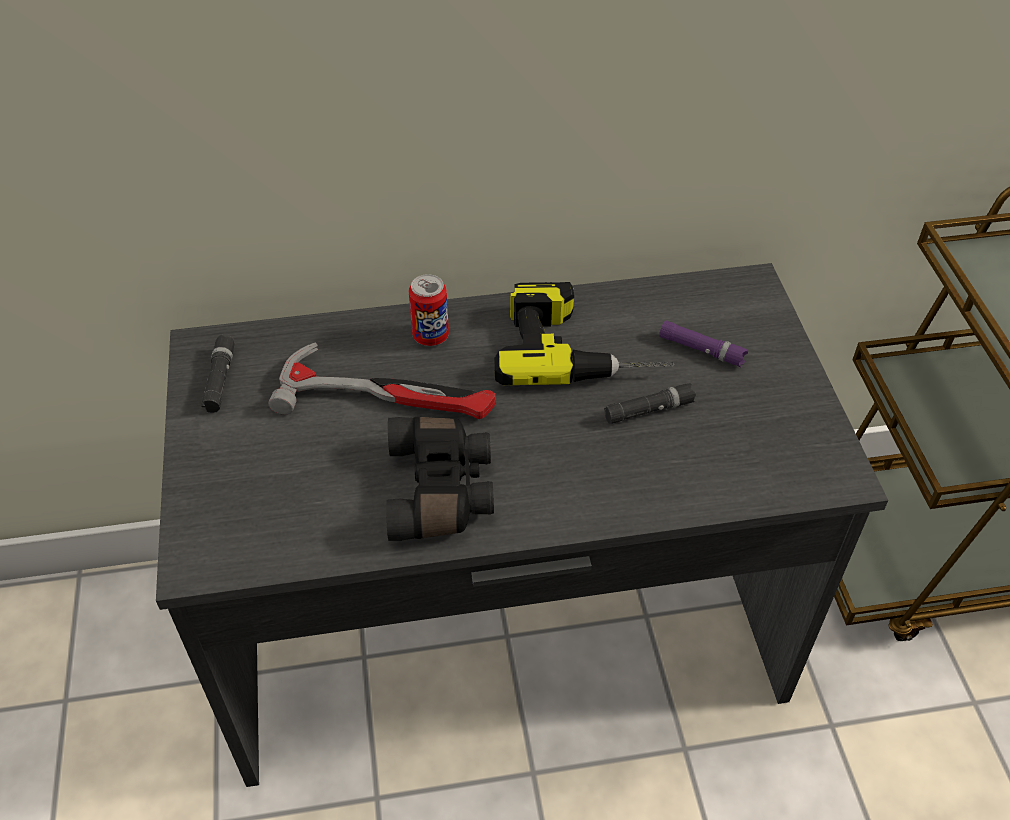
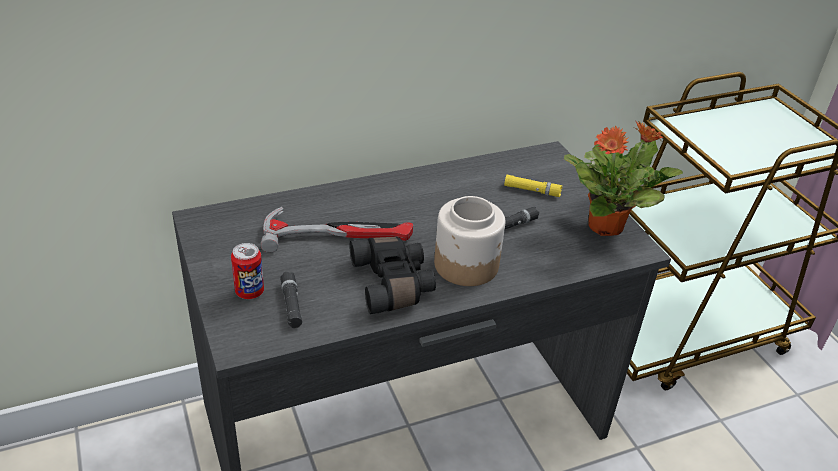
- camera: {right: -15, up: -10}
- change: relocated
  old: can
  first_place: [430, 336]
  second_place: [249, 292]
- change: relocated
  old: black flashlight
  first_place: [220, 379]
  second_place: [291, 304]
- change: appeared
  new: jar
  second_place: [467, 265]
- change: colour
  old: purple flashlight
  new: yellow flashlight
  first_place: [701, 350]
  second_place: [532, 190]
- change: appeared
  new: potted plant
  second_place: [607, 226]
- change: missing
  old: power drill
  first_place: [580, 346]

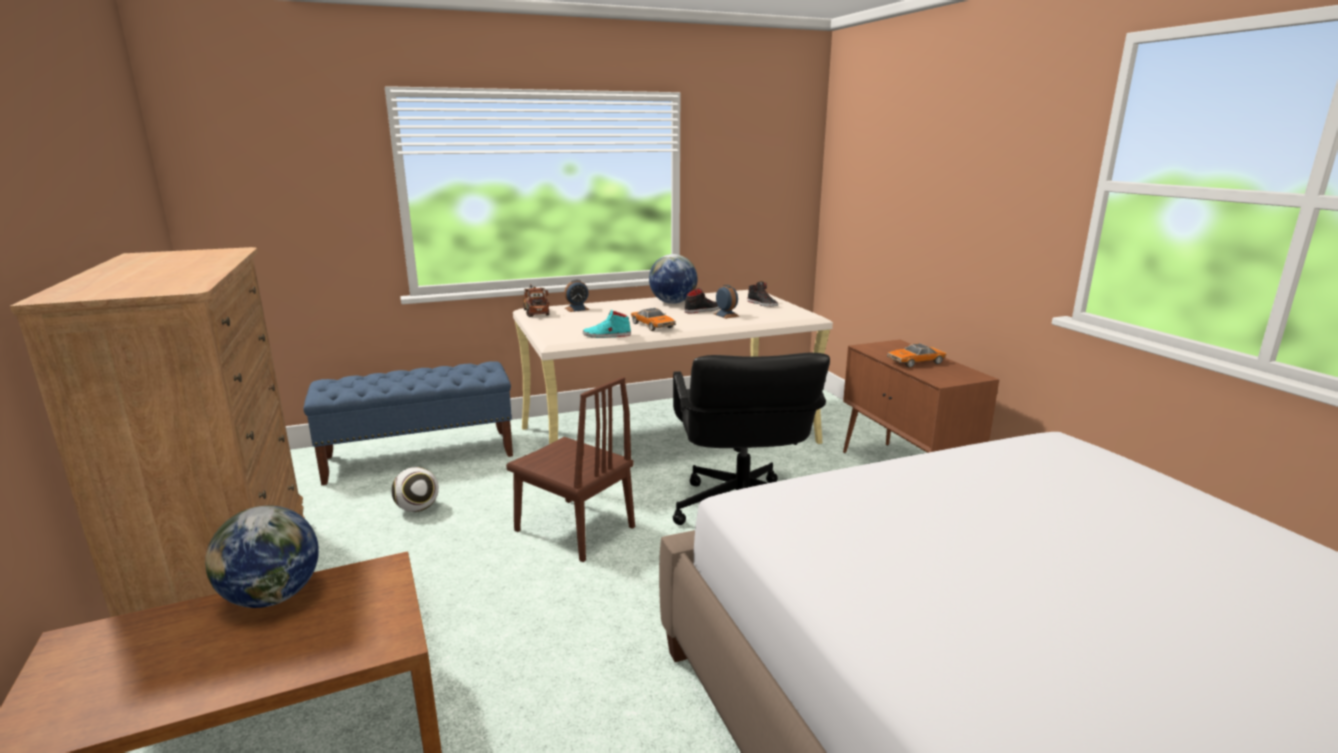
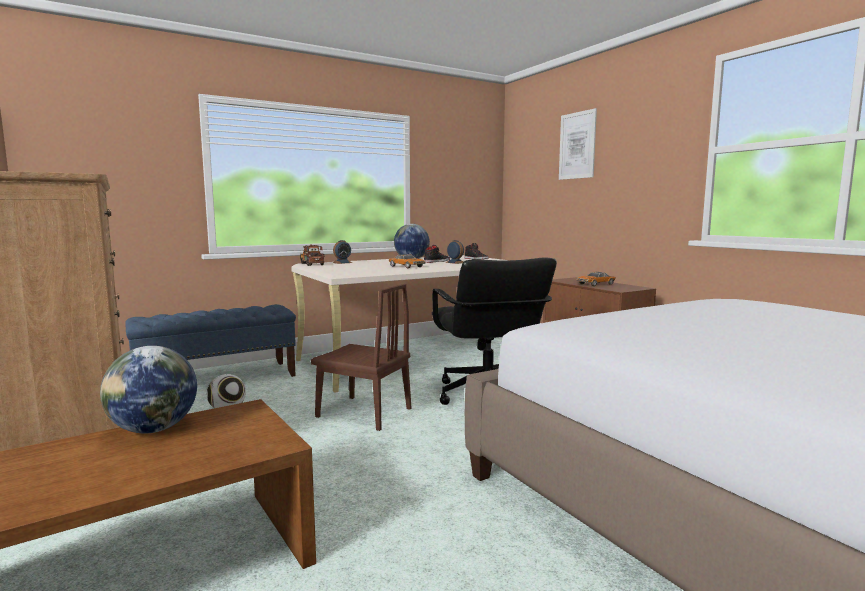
- camera: {right: -10, up: -10}
- change: appeared
  new: picture
  second_place: [577, 145]
- change: missing
  old: turquoise shoe
  first_place: [607, 335]

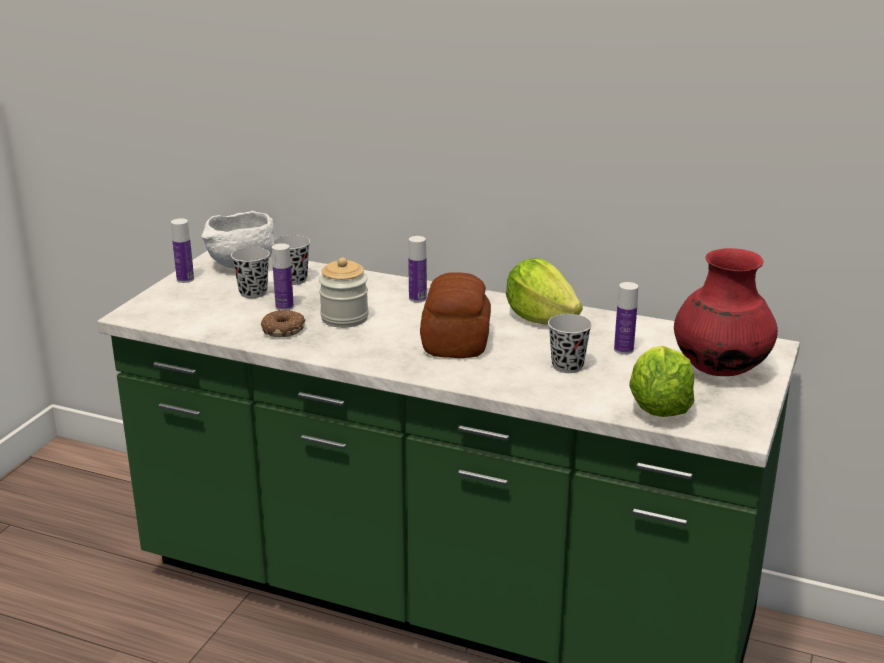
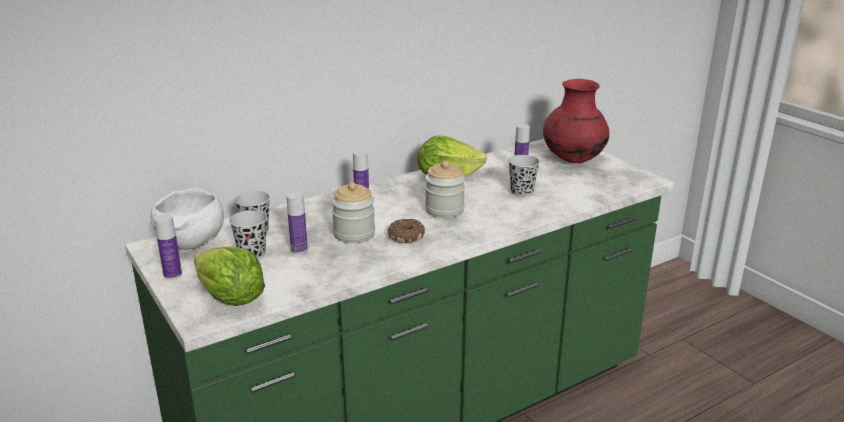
- camera: {right: -55, up: 0}
- change: relocated
  old: lettuce
  first_place: [658, 408]
  second_place: [231, 299]
- change: relocated
  old: donut
  first_place: [283, 330]
  second_place: [405, 236]
- change: exchanged
  old: bread
  new: jar
  first_place: [457, 340]
  second_place: [444, 210]

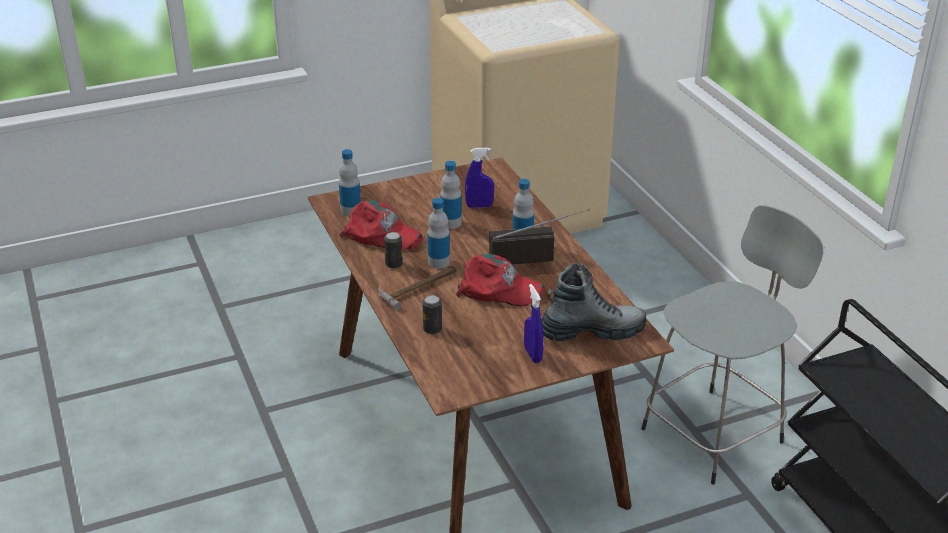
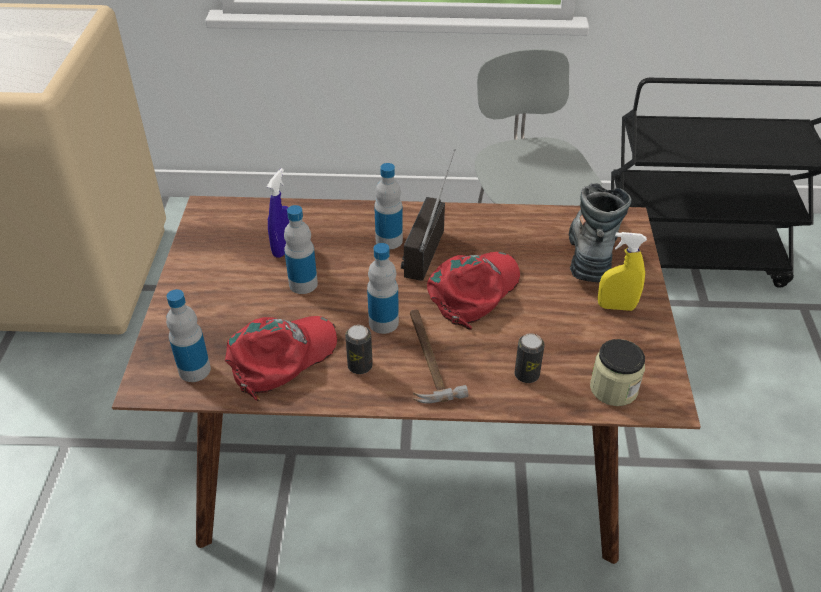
- camera: {right: -65, up: 10}
- change: appeared
  new: jar
  second_place: [613, 388]
- change: colour
  old: blue spray bottle
  new: yellow spray bottle
  first_place: [533, 355]
  second_place: [616, 306]

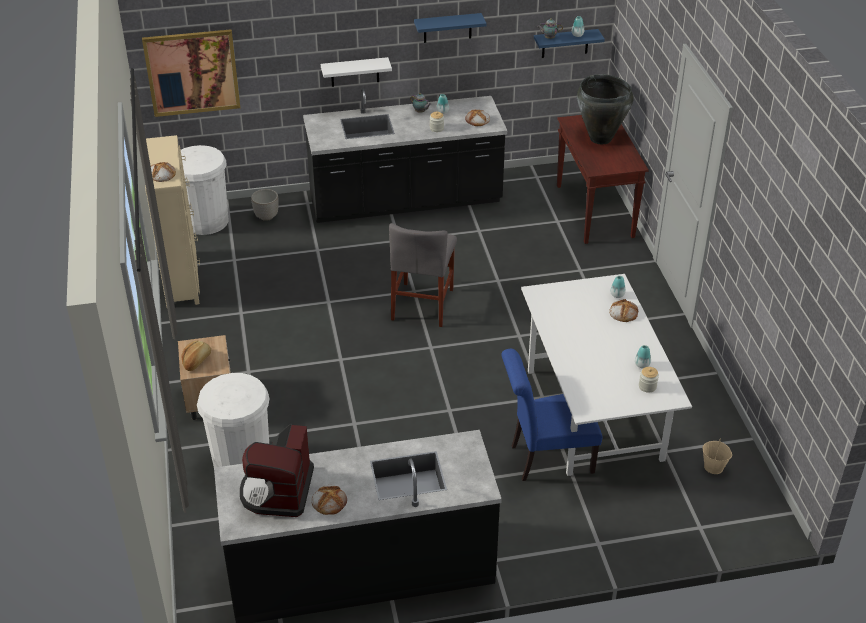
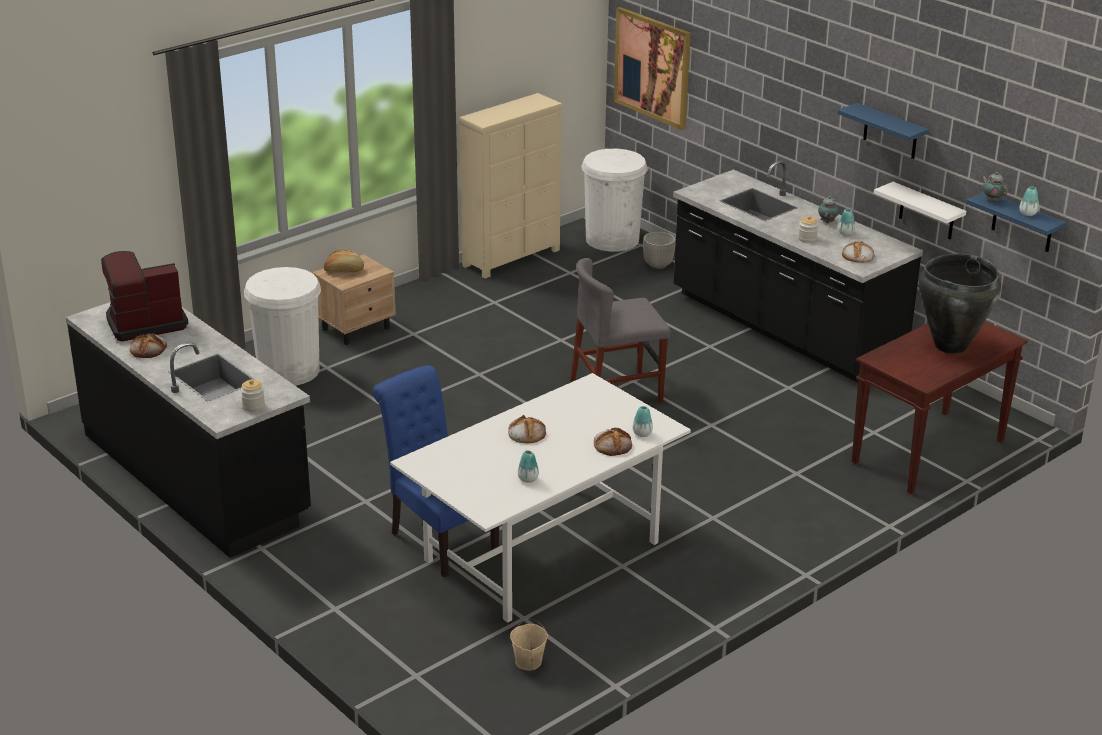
- camera: {right: 60, up: -10}
- change: relocated
  old: jar
  first_place: [647, 386]
  second_place: [253, 406]
- change: relocated
  old: bread
  first_place: [161, 174]
  second_place: [526, 433]
- change: relocated
  old: white shelf
  first_place: [355, 72]
  second_place: [927, 212]

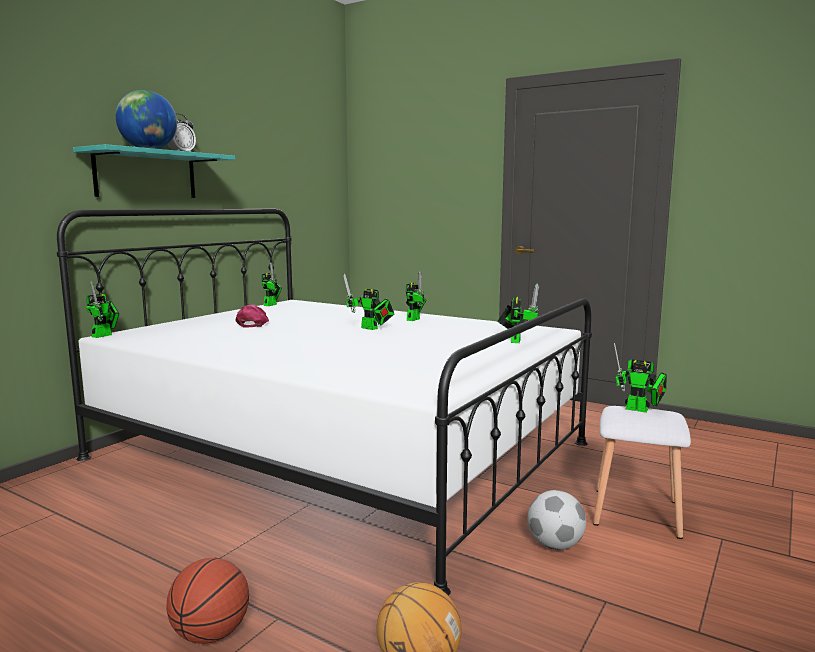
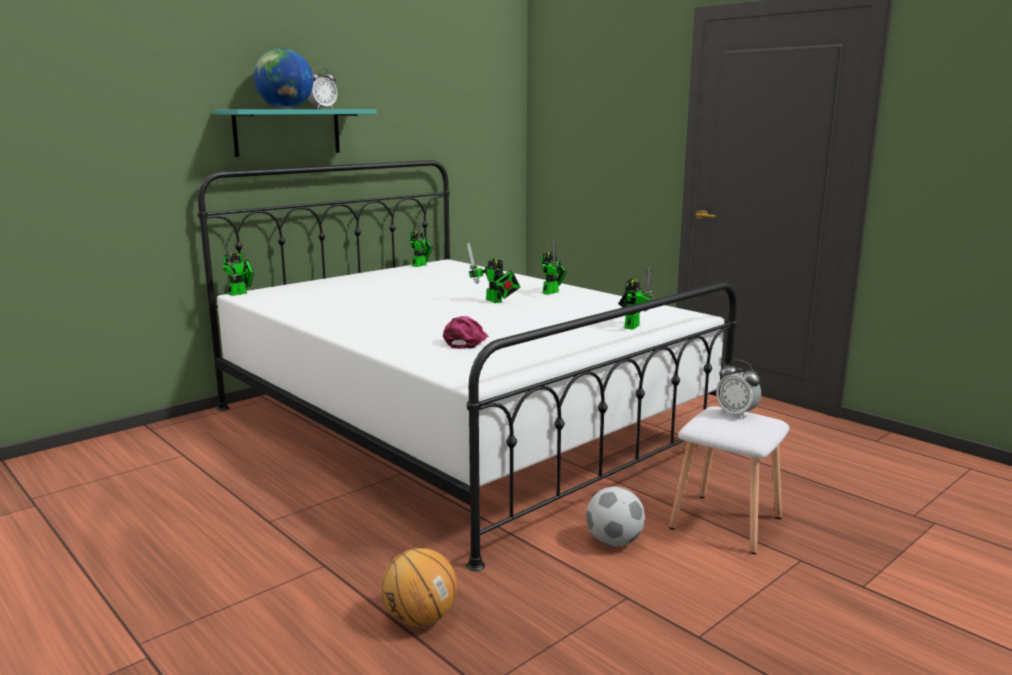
- camera: {right: 15, up: 5}
- change: relocated
  old: pink cap
  first_place: [254, 324]
  second_place: [466, 341]
- change: exchanged
  old: toy robot
  new: alarm clock
  first_place: [640, 410]
  second_place: [736, 414]
- change: missing
  old: basketball
  first_place: [211, 634]

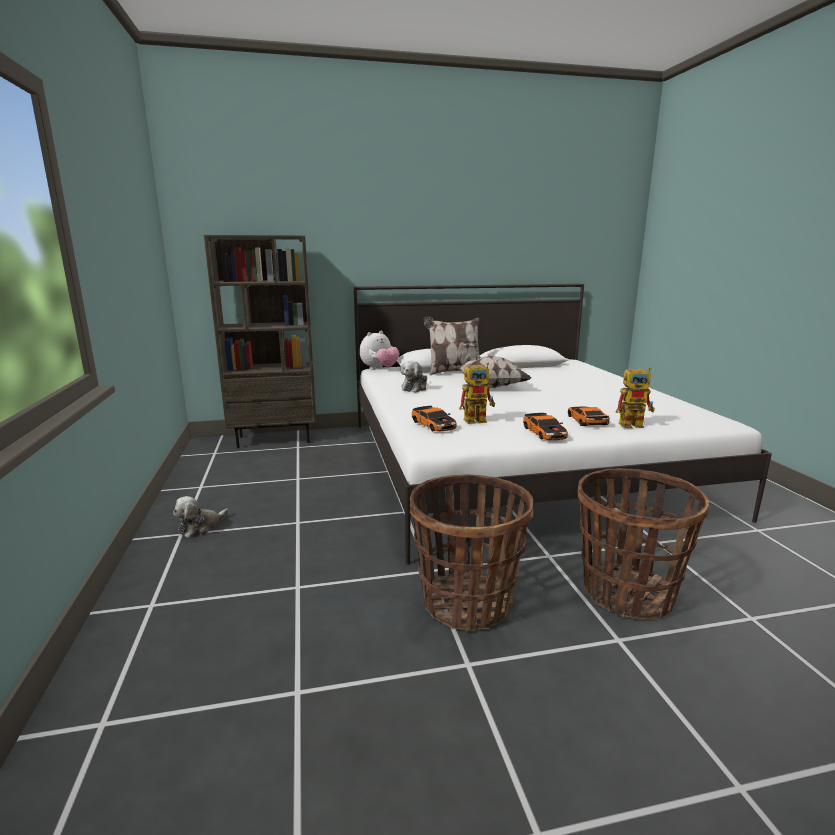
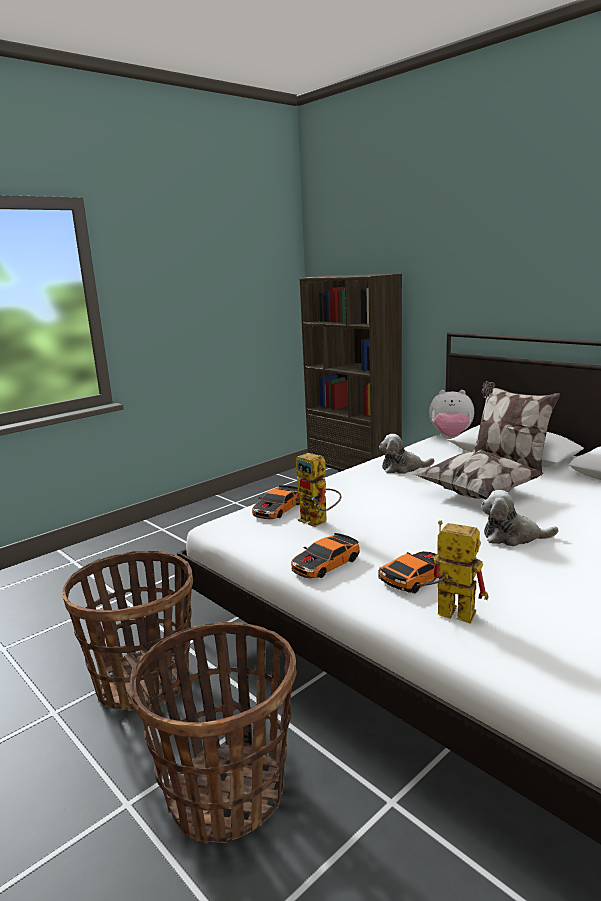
- camera: {right: 60, up: 0}
- change: spun
  old: toy robot
  first_place: [635, 424]
  second_place: [447, 613]
  degrees: 150
- change: relocated
  old: plush toy
  first_place: [200, 527]
  second_place: [512, 537]

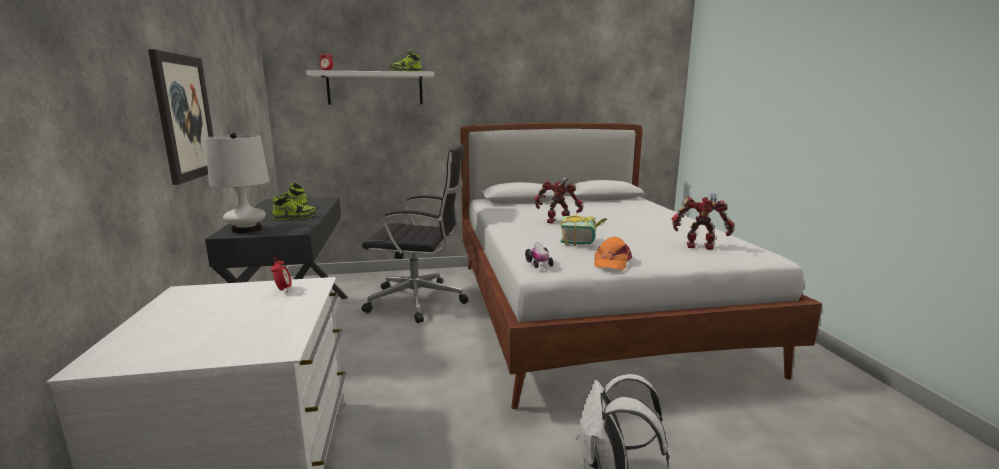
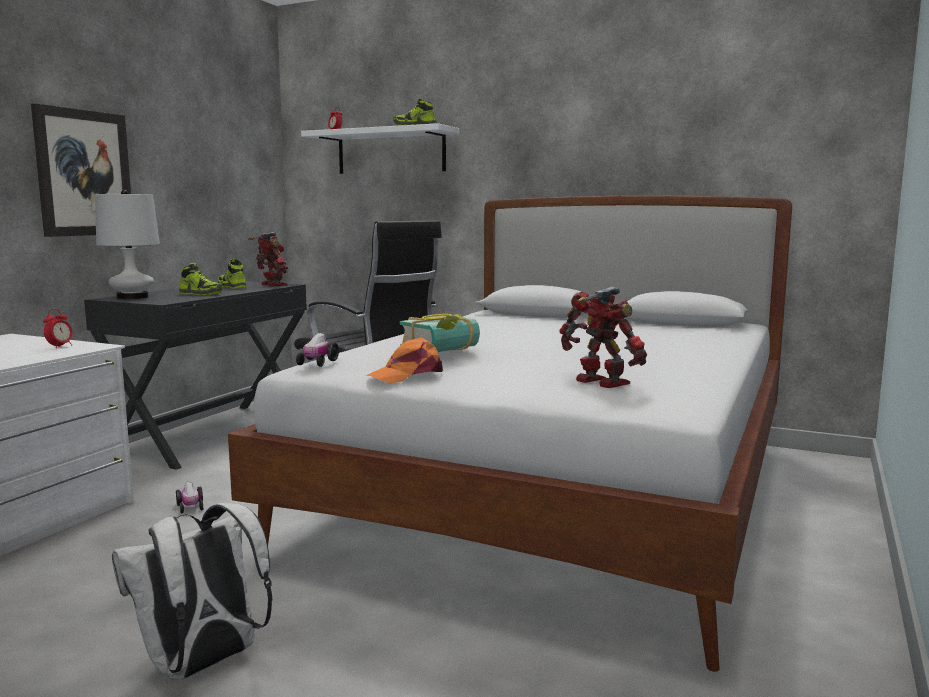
- camera: {right: 35, up: -5}
- change: appeared
  new: toy car
  second_place: [190, 507]
- change: relocated
  old: toy robot
  first_place: [558, 222]
  second_place: [272, 285]

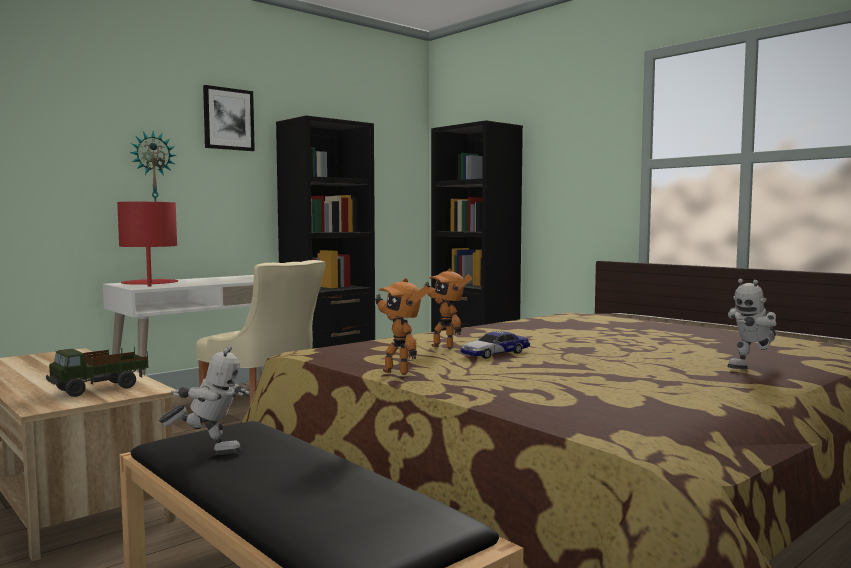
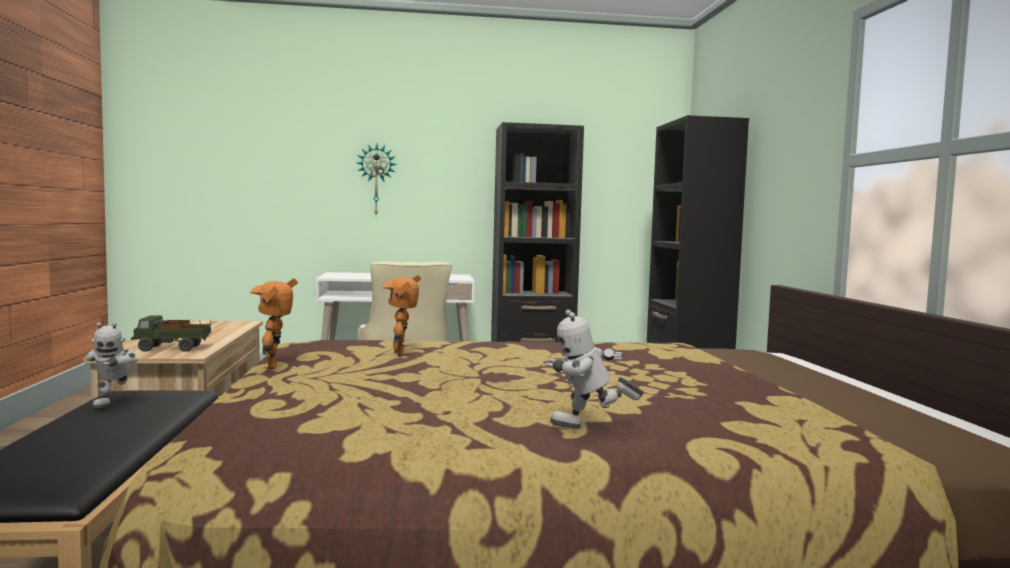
- camera: {right: 35, up: 0}
- change: spun
  old: toy robot
  first_place: [209, 451]
  second_place: [114, 404]
  degrees: 45
- change: missing
  old: red table lamp
  first_place: [149, 284]
- change: missing
  old: picture
  first_place: [228, 119]
- change: missing
  old: toy car
  first_place: [495, 354]

